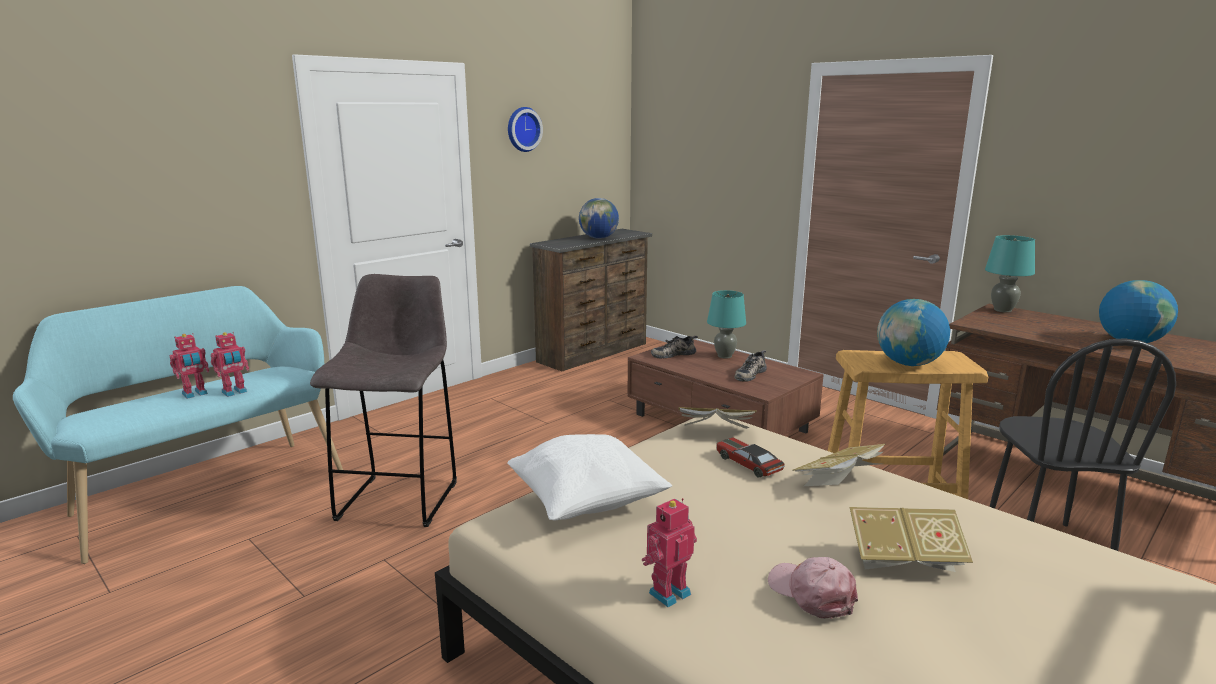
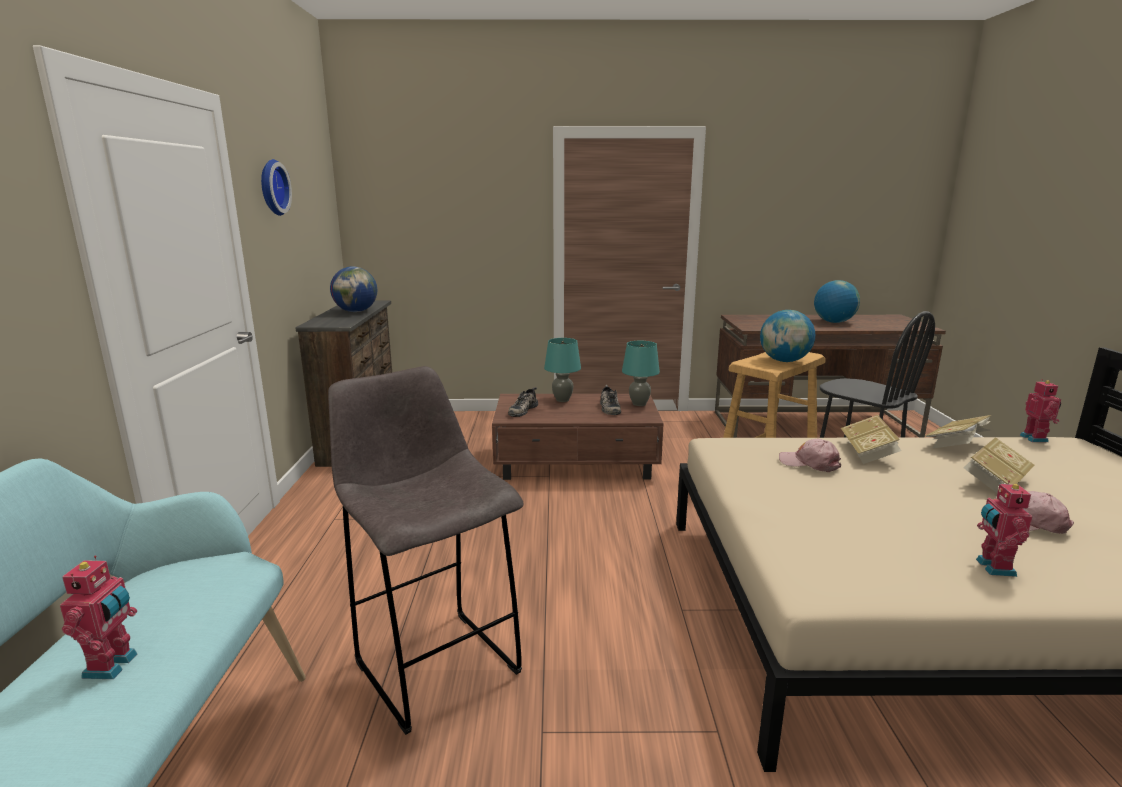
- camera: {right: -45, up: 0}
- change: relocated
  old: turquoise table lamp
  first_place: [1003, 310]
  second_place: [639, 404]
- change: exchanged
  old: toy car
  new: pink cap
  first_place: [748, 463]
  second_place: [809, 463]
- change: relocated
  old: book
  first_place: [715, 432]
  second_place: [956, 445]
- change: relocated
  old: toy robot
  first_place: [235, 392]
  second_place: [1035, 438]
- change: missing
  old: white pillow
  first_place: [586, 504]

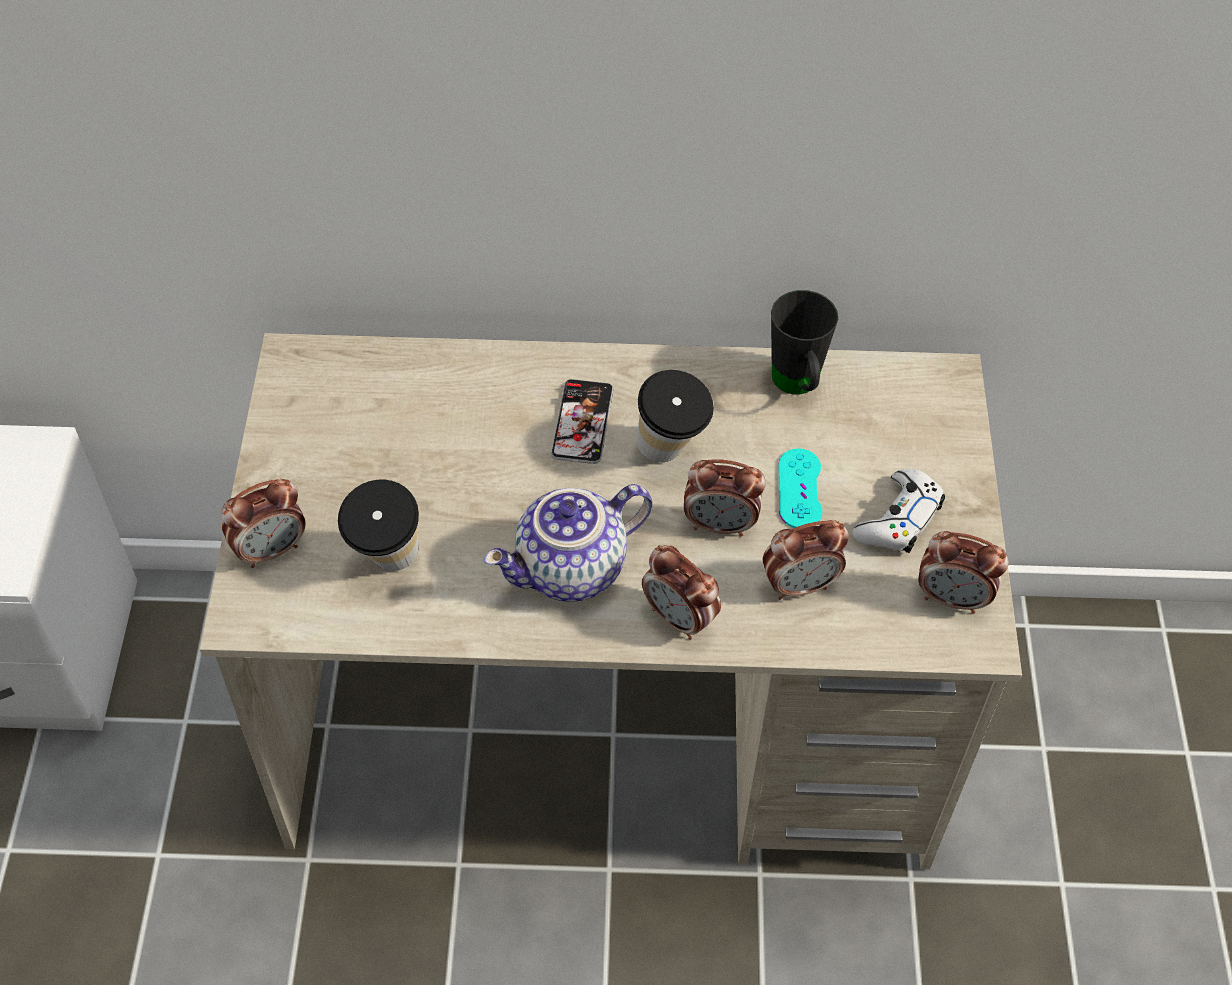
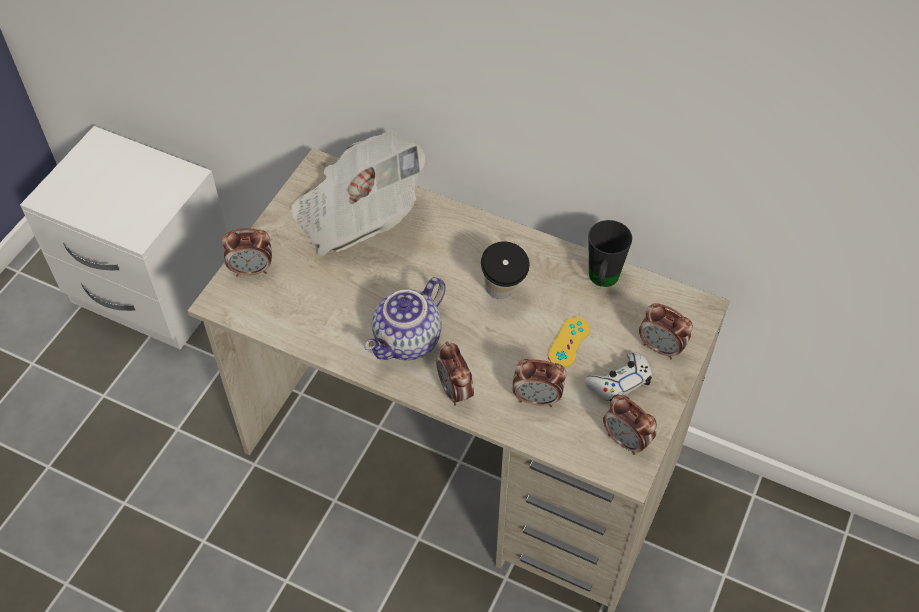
- camera: {right: 25, up: 0}
- change: appeared
  new: newspaper
  second_place: [358, 216]
- change: spun
  old: teapot
  first_place: [571, 571]
  second_place: [408, 341]
  degrees: -45
- change: colour
  old: turquoise game controller
  new: yellow game controller
  first_place: [800, 489]
  second_place: [569, 342]
- change: relocated
  old: alarm clock
  first_place: [720, 524]
  second_place: [661, 348]
- change: missing
  old: cup
  first_place: [388, 565]
- change: missing
  old: phone
  first_place: [582, 422]

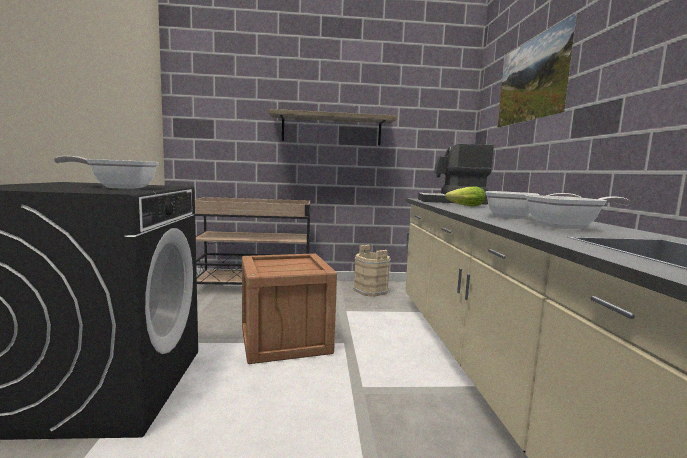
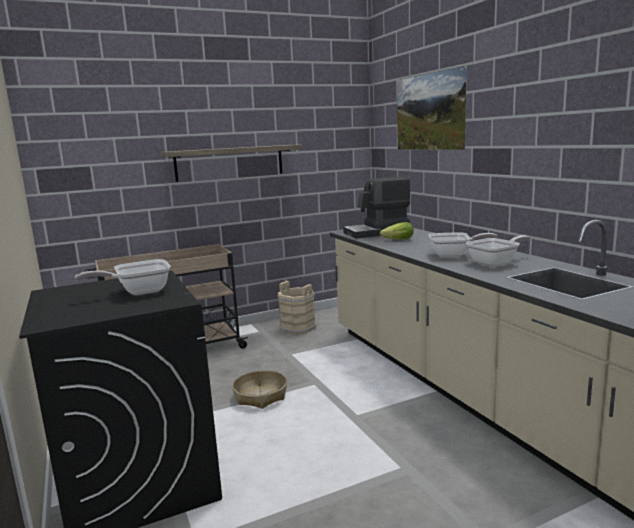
- camera: {right: -20, up: 5}
- change: exchanged
  old: crate
  new: basket
  first_place: [285, 340]
  second_place: [260, 396]

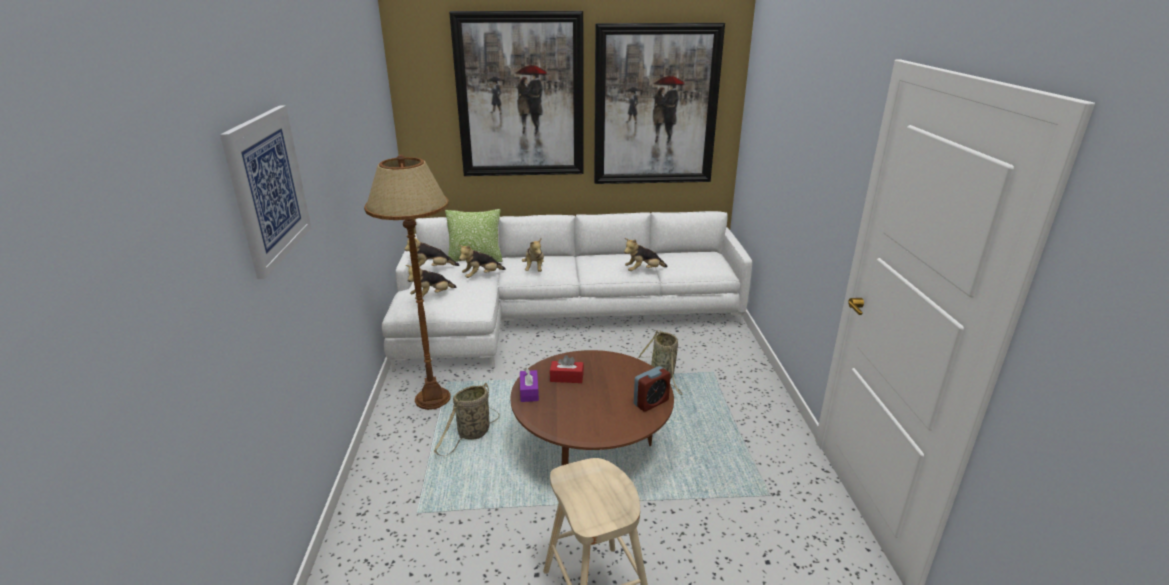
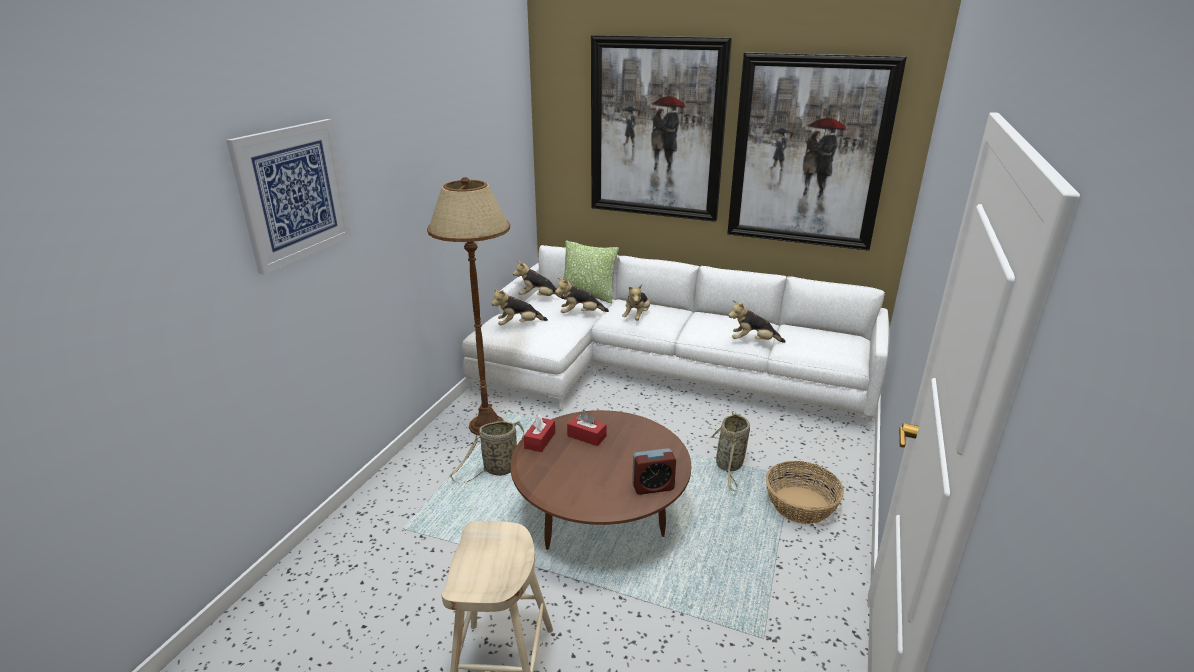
- camera: {right: 25, up: 0}
- change: colour
  old: purple tissue box
  new: red tissue box
  first_place: [529, 391]
  second_place: [540, 440]
- change: appeared
  new: basket
  second_place: [800, 505]

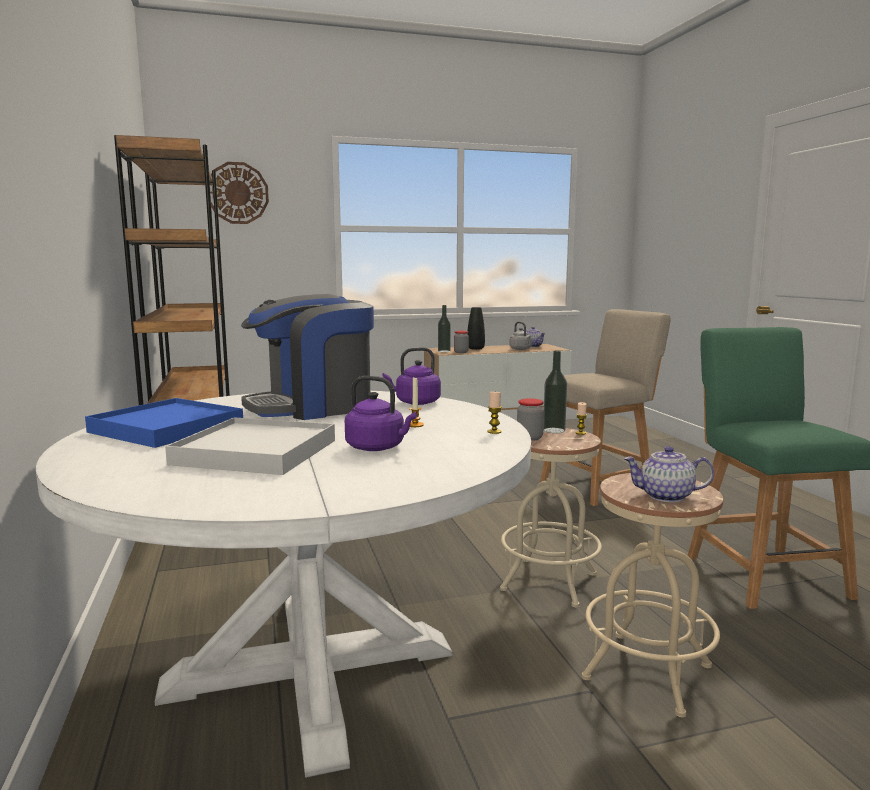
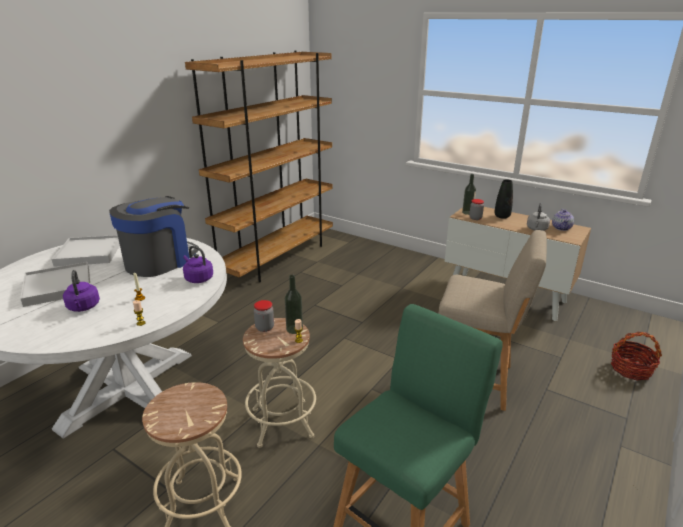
- camera: {right: 50, up: 15}
- change: colour
  old: blue tray
  new: white tray
  first_place: [167, 428]
  second_place: [89, 253]
- change: spun
  old: coffee machine
  first_place: [313, 407]
  second_place: [160, 261]
  degrees: 105
- change: appeared
  new: basket
  second_place: [630, 369]
- change: missing
  old: wall clock
  first_place: [237, 193]
- change: missing
  old: teapot
  first_place: [665, 496]

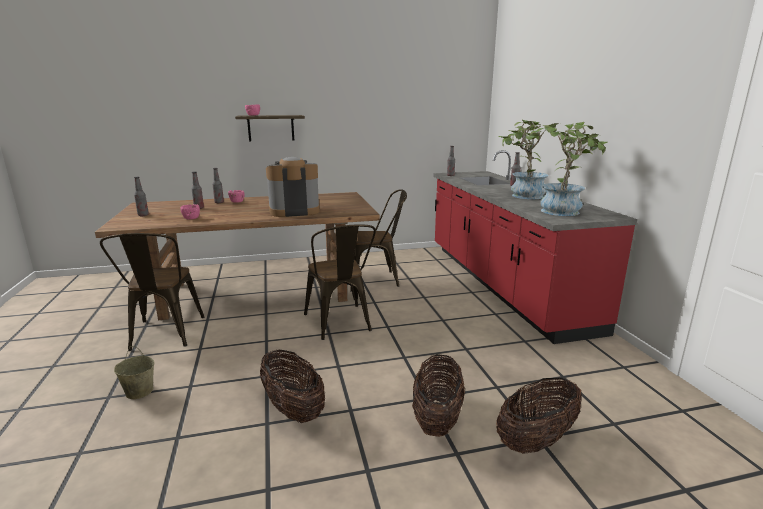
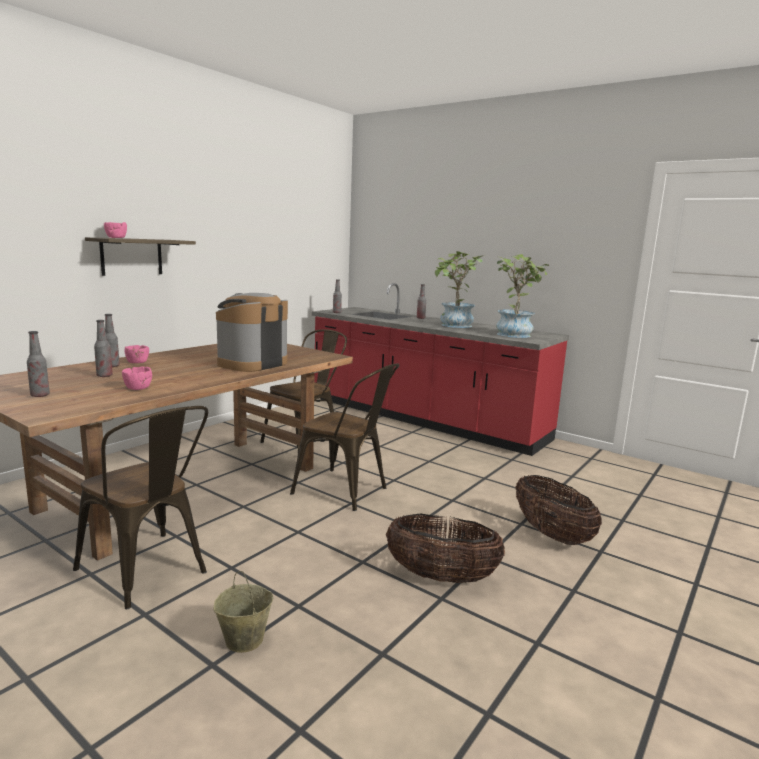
- camera: {right: -40, up: -5}
- change: missing
  old: basket
  first_place: [536, 440]

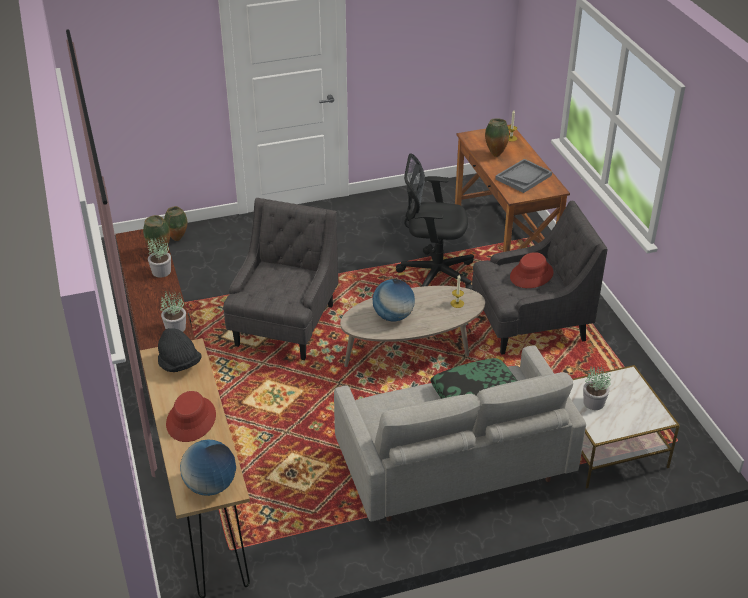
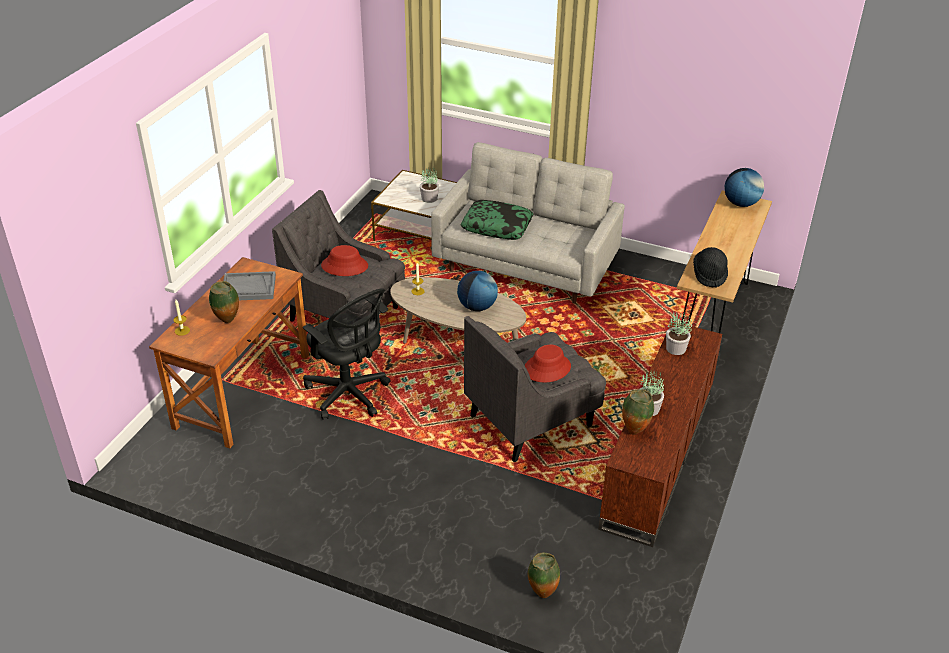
- camera: {right: -140, up: 0}
- change: relocated
  old: red hat
  first_place: [191, 419]
  second_place: [547, 368]

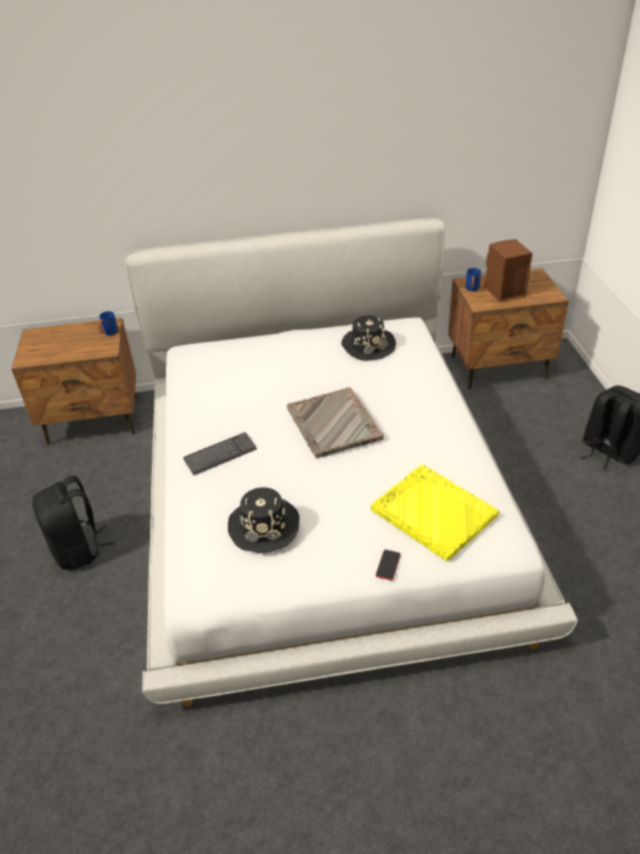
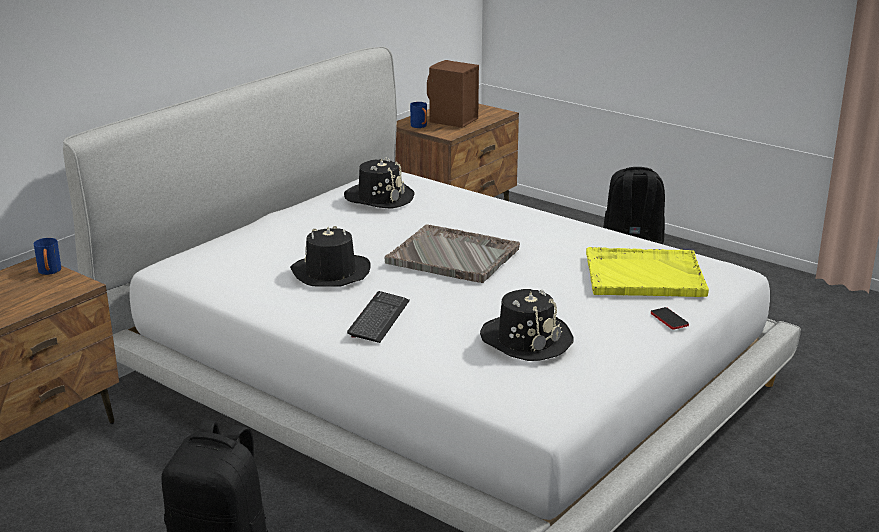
- camera: {right: -45, up: -15}
- change: appeared
  new: black hat
  second_place: [330, 273]

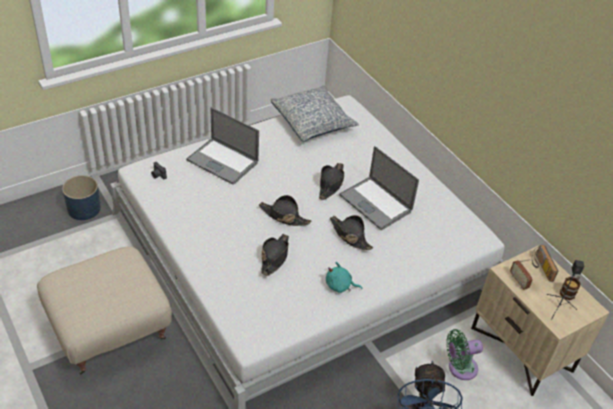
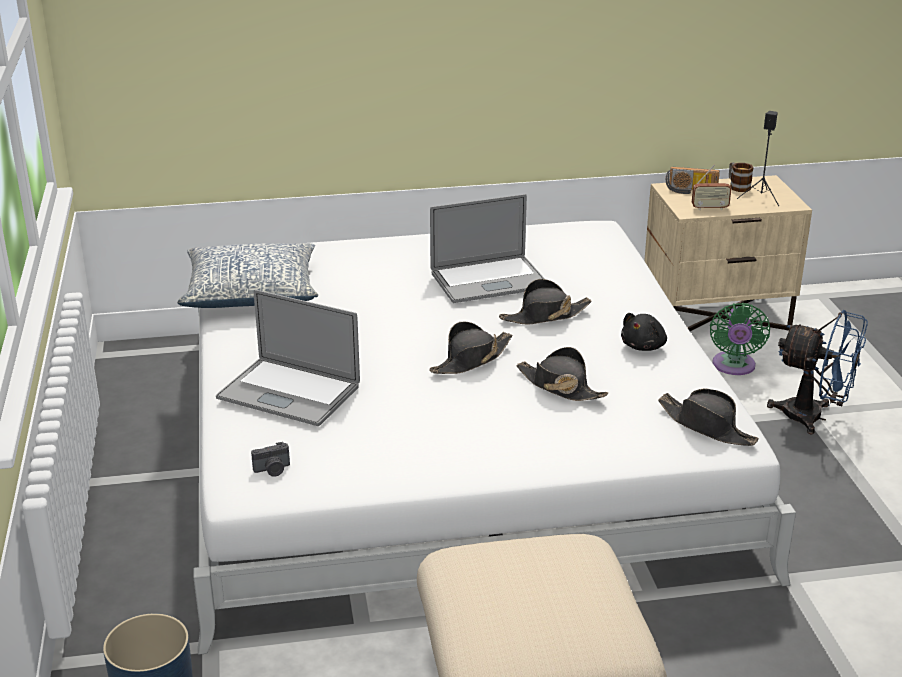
- camera: {right: -65, up: -15}
- change: spun
  old: laptop
  first_place: [222, 161]
  second_place: [288, 392]
  degrees: 60
- change: colour
  old: turquoise plush toy
  new: black plush toy
  first_place: [340, 286]
  second_place: [644, 346]
- change: relocated
  old: black hat
  first_place: [331, 184]
  second_place: [707, 426]

